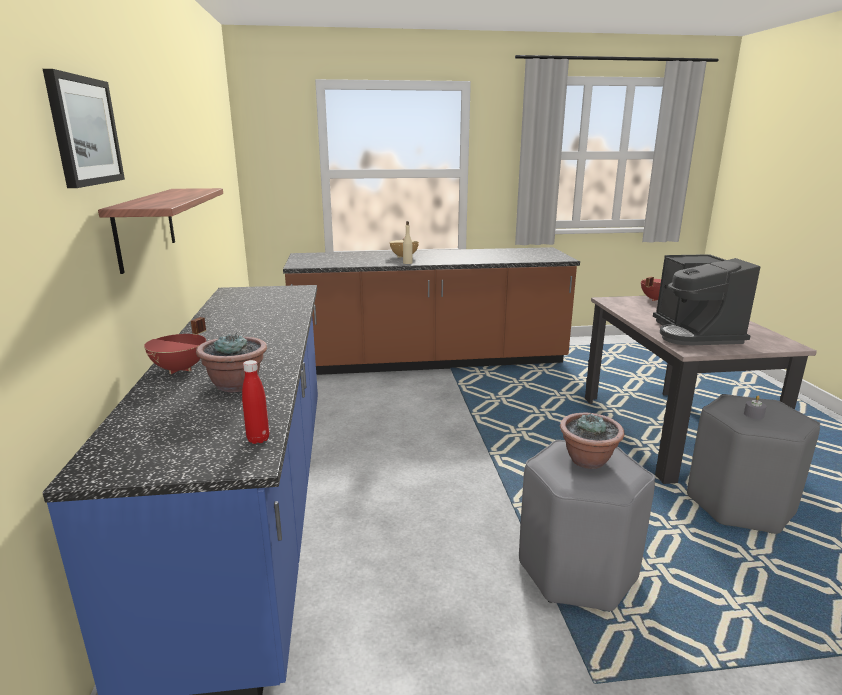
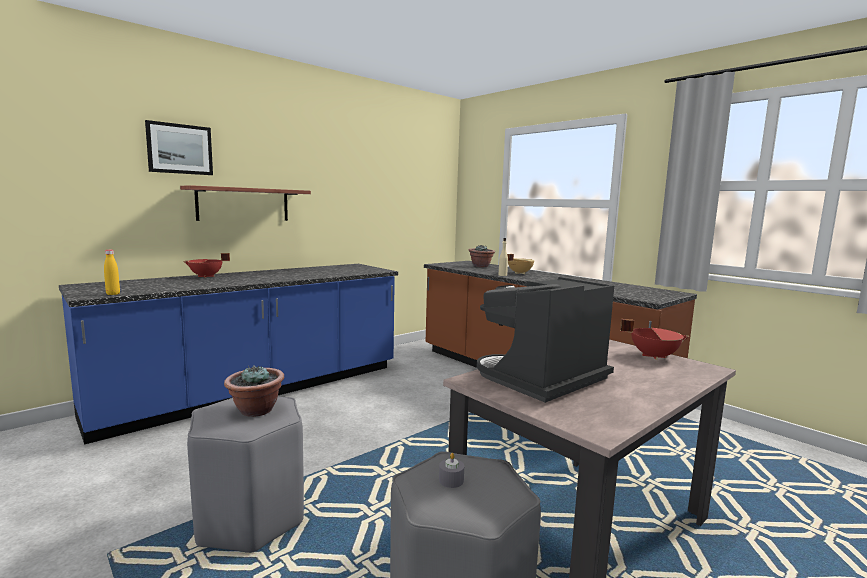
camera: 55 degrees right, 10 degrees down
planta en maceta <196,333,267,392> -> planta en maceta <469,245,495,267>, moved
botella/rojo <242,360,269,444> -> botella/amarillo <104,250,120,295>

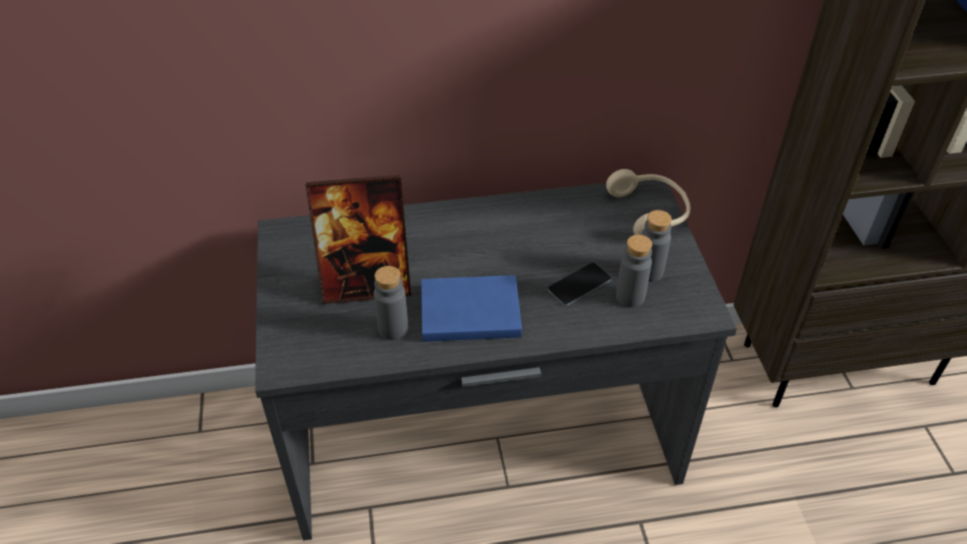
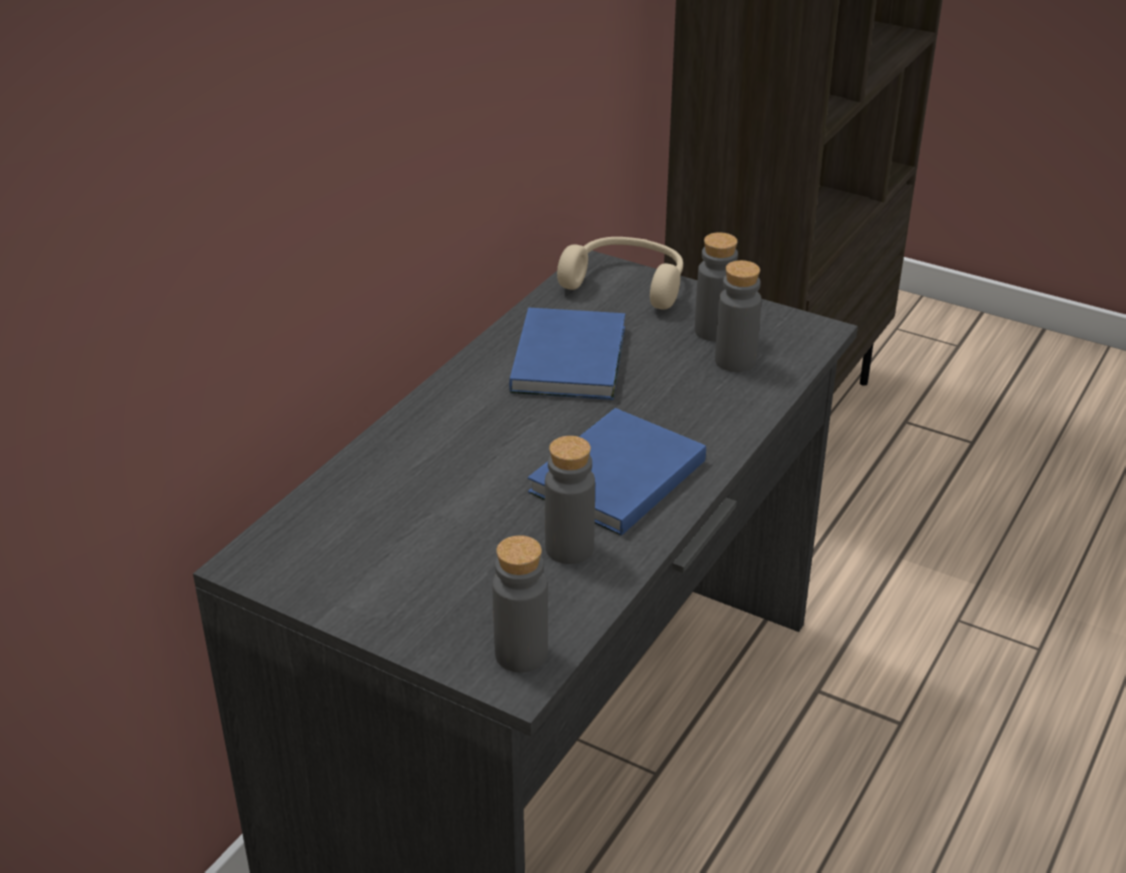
camera: 50 degrees left, 10 degrees down
portarretratos <306,175,411,304> -> none
móvil <548,263,611,306> -> none
none -> botella/gris <492,535,548,673>
none -> libro/azul <509,308,625,400>

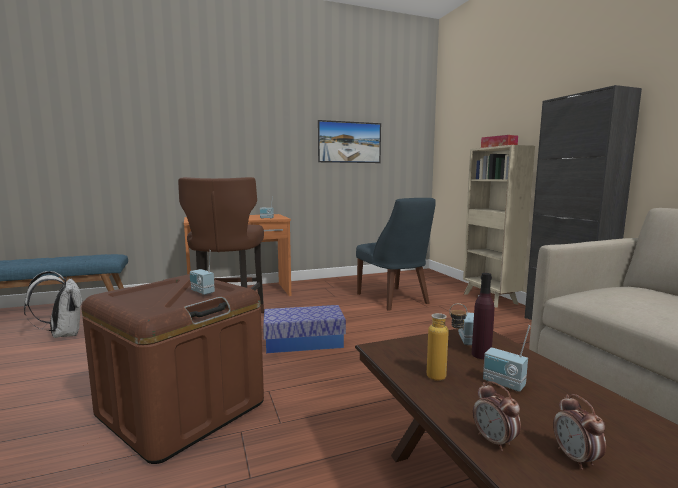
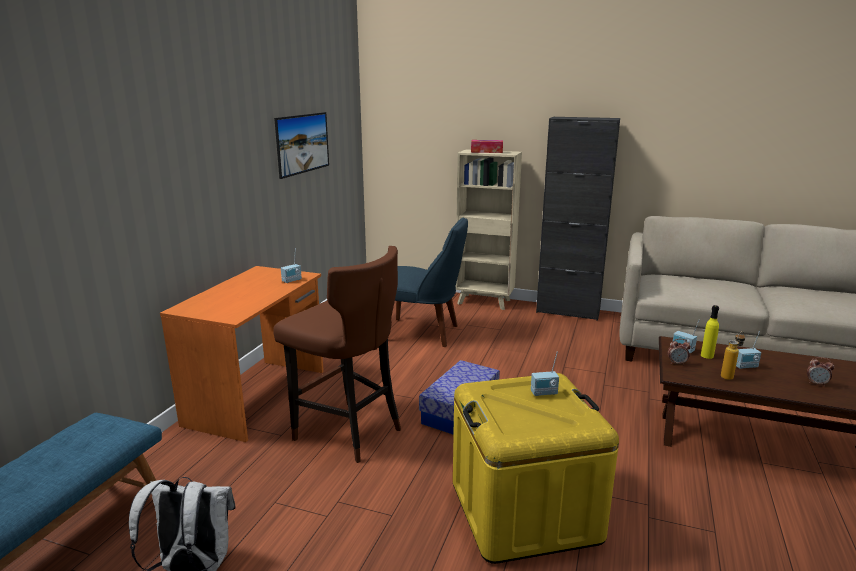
camera: 50 degrees left, 10 degrees up
caja de almacenaje/marrón <82,274,264,464> -> caja de almacenaje/amarillo <453,373,619,564>
botella/morado <471,273,494,359> -> botella/amarillo <701,305,719,359>
despertador <473,381,521,451> -> despertador <668,339,691,365>, moved

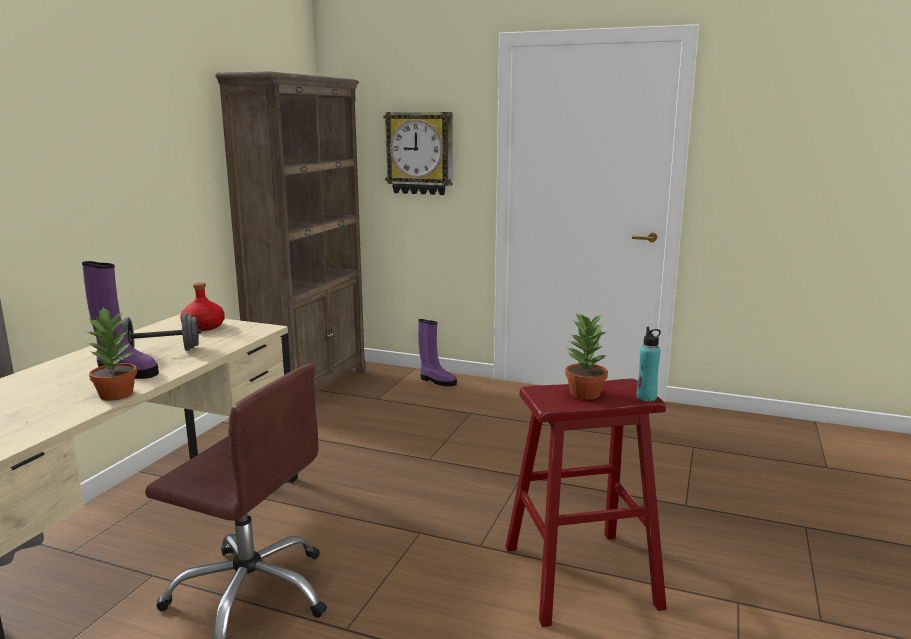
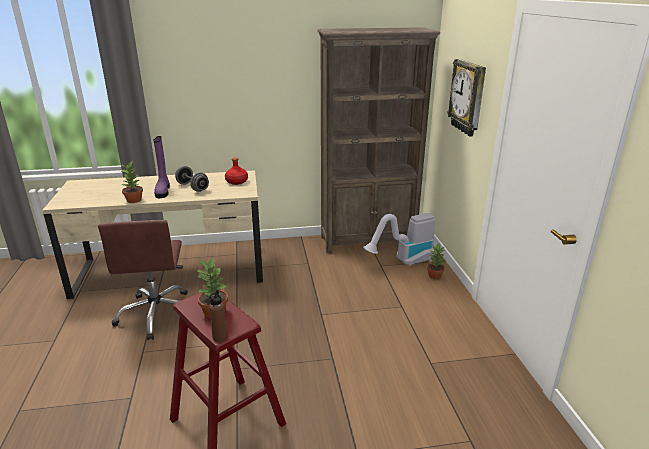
camera: 60 degrees right, 10 degrees up
bota/morado <418,319,457,386> -> planta en maceta <427,243,445,279>
botella/turquesa <637,327,661,401> -> botella/marrón <209,290,227,342>
none -> aspiradora <363,213,435,266>

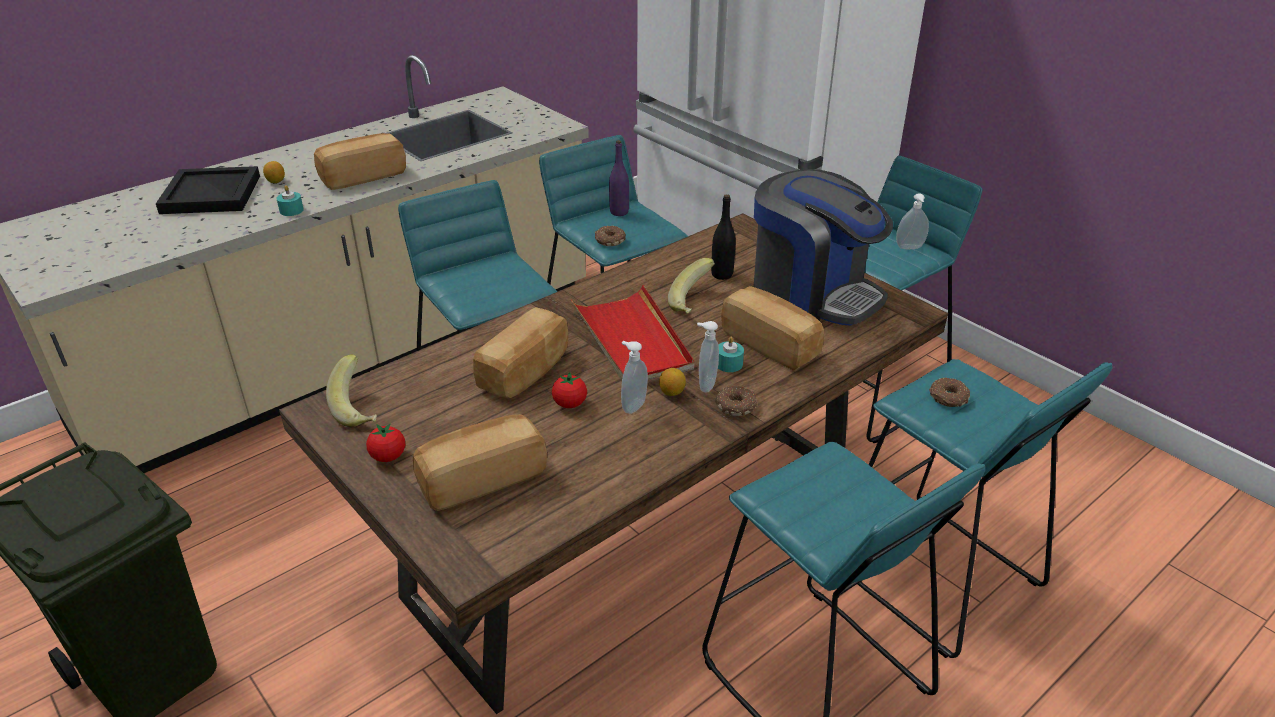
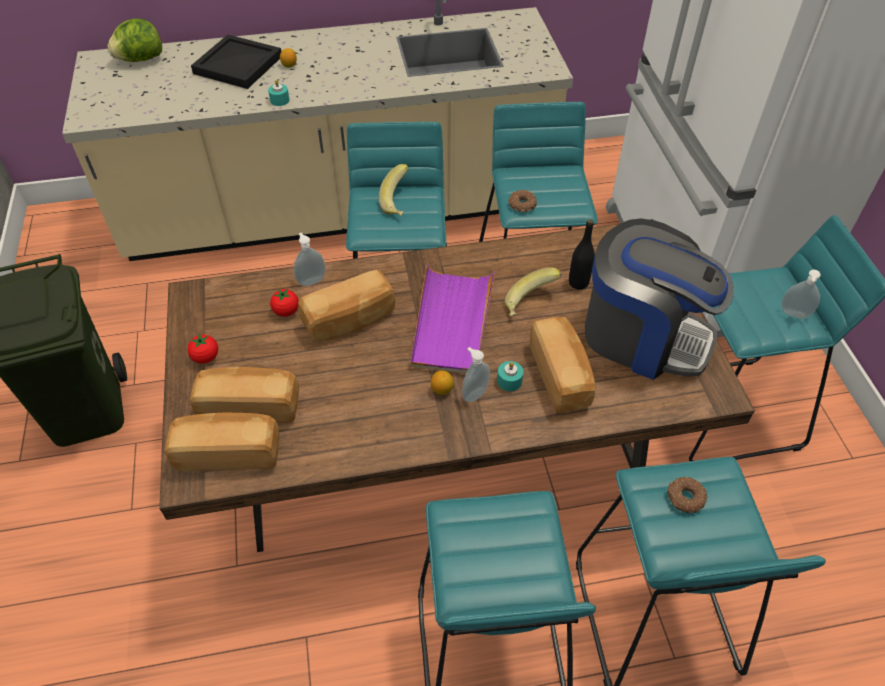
camera: 30 degrees right, 15 degrees up
pan <314,133,406,190> -> pan <165,413,279,471>, moved
plátano <326,354,377,427> -> plátano <379,164,409,216>, moved
tomate <552,372,587,408> -> tomate <270,289,299,317>, moved
bandeja/rojo <571,285,694,381> -> bandeja/morado <411,265,495,373>
botella/morado <609,140,629,216> -> none
dispensador de jabón <621,341,648,414> -> dispensador de jabón <294,233,326,286>, moved
rosquilla <715,386,757,416> -> none
cafetera <754,169,893,326> -> cafetera <585,218,734,380>, 45 degrees counterclockwise
none -> lechuga <107,18,162,62>

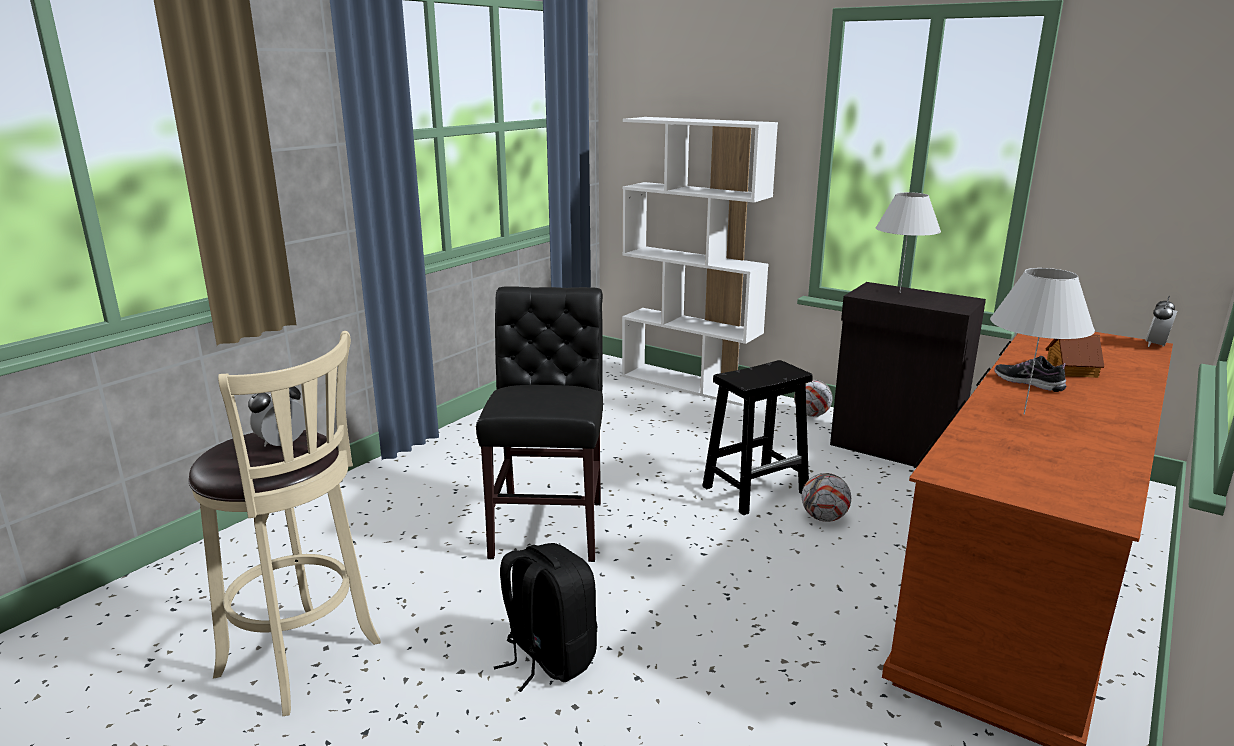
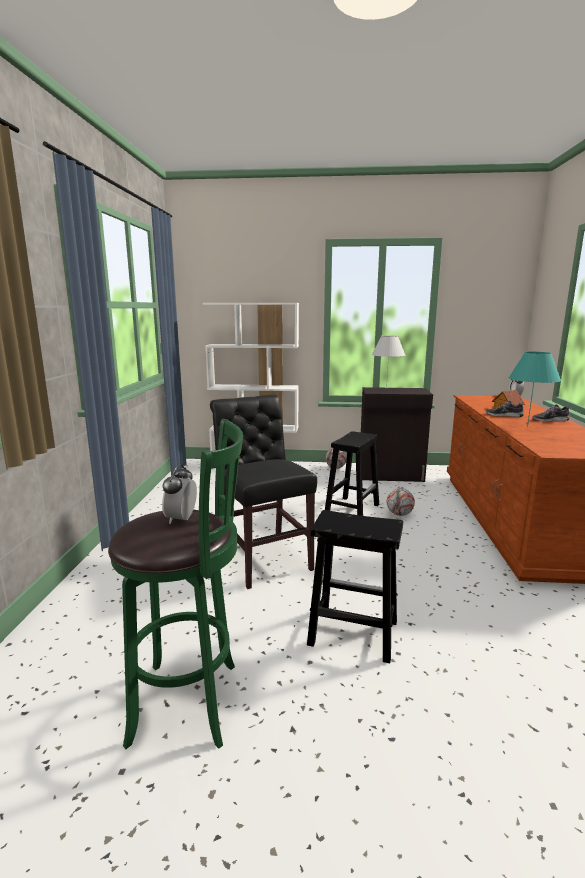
camera: 30 degrees left, 5 degrees down
taburete/beis <189,331,381,716> -> taburete/verde <108,419,243,749>
mochila/negro <493,543,597,692> -> taburete/negro <307,510,403,663>
lámpara de mesa/blanco <990,268,1095,415> -> lámpara de mesa/turquesa <508,352,561,427>
none -> zapato <532,405,569,422>

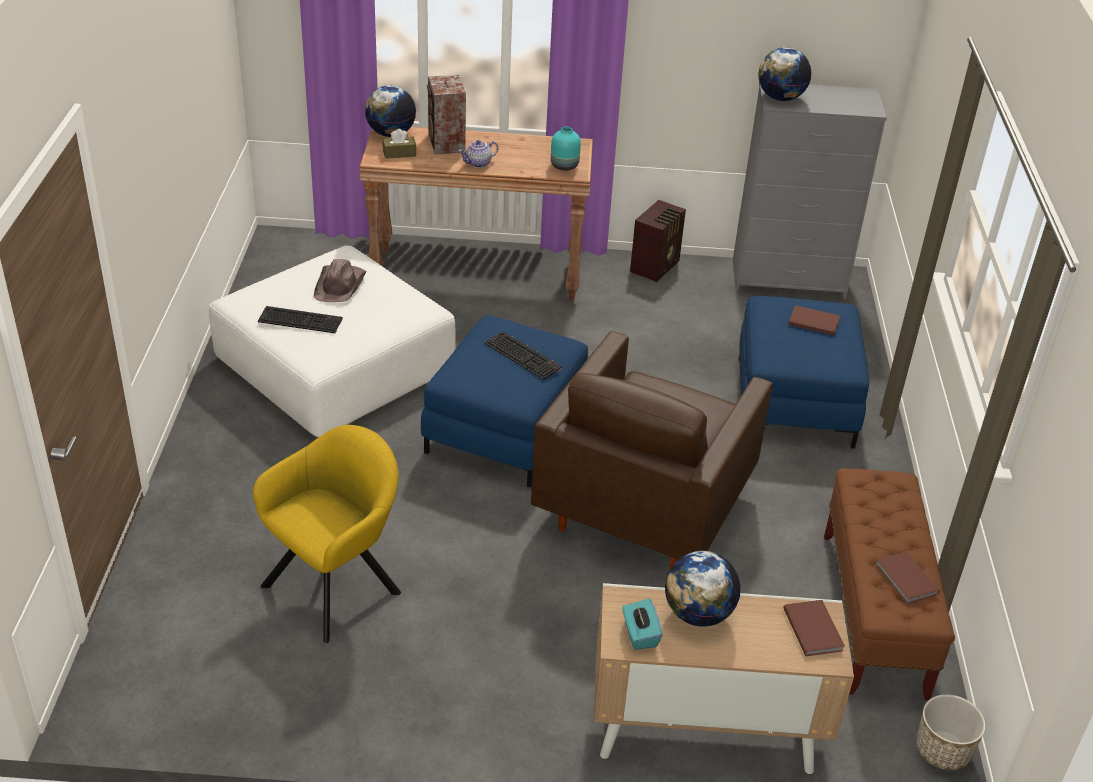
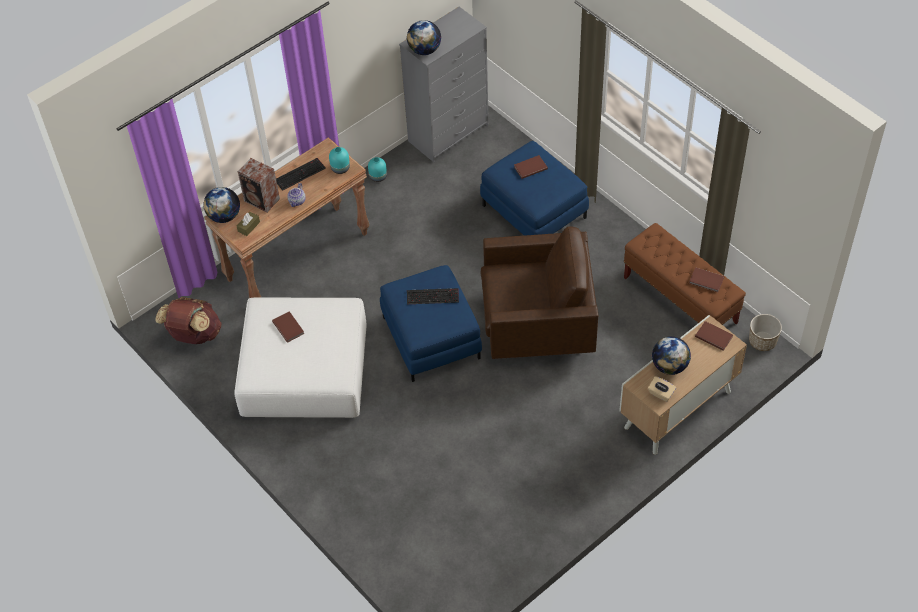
camera: 40 degrees left, 15 degrees up
sillón/amarillo <253,425,401,643> -> none
teclado <258,306,343,333> -> teclado <276,158,326,191>, moved
sombrero/marrón <314,259,367,302> -> libro/marrón <272,311,304,343>
sillón/marrón <531,331,773,570> -> sillón/marrón <481,226,598,359>, 75 degrees counterclockwise
caja de pañuelos/turquesa <622,599,662,650> -> caja de pañuelos/beis <648,376,676,402>
radio <630,200,686,282> -> florero/turquesa <368,157,387,182>
none -> mochila/marrón <155,297,221,344>

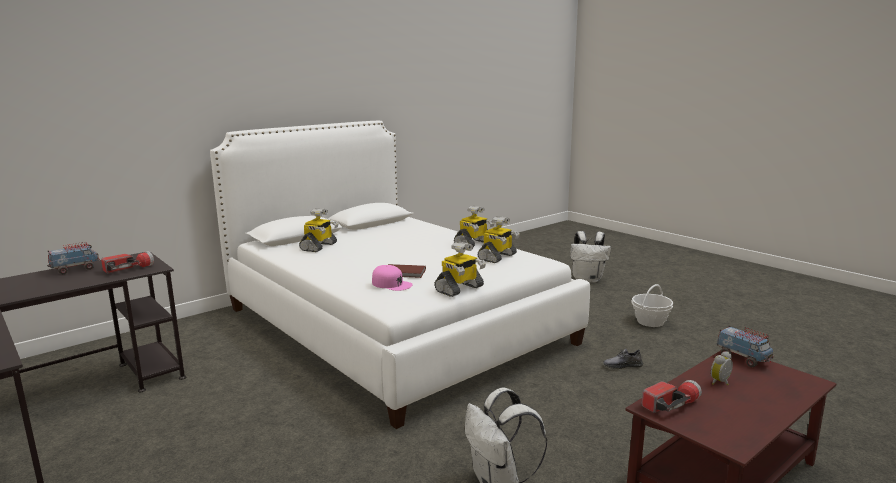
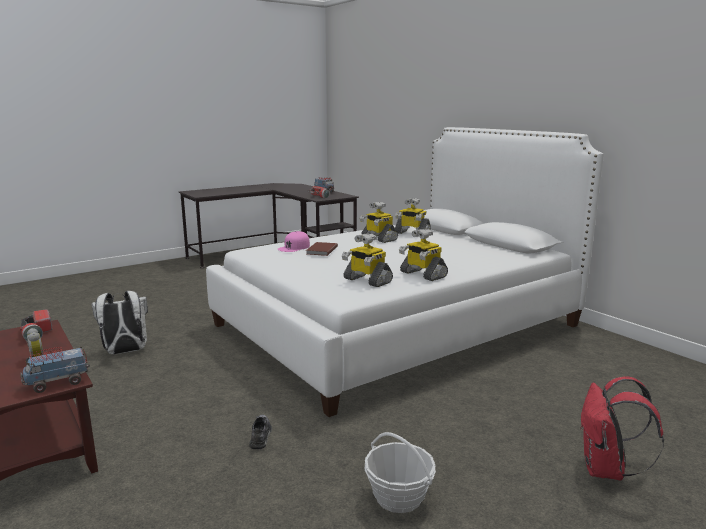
camera: 95 degrees right, 0 degrees up
robot de juguete <434,241,486,297> -> robot de juguete <360,202,398,243>, moved
mochila/blanco <570,231,611,283> -> mochila/rojo <580,376,664,481>

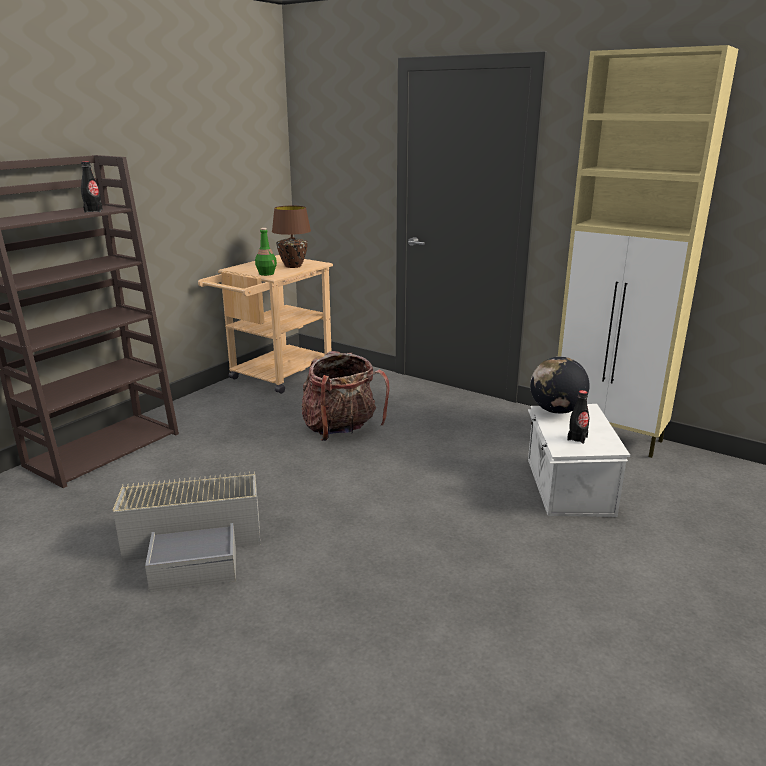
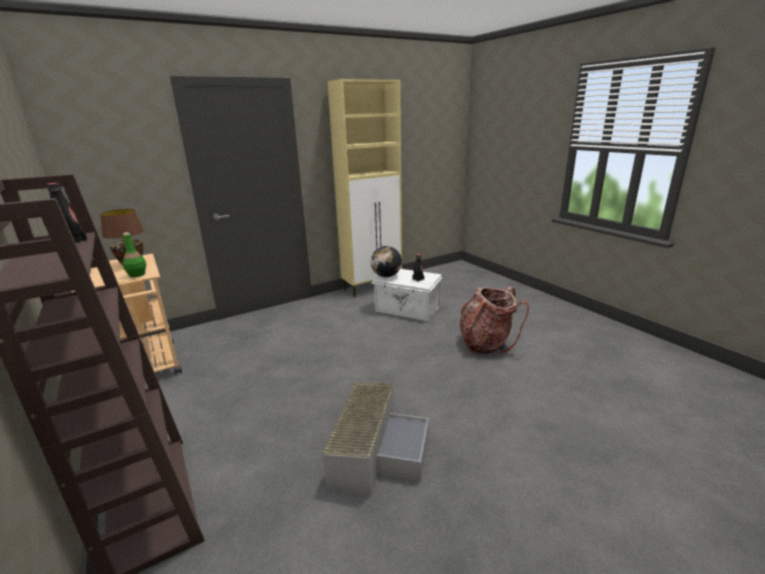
camera: 65 degrees left, 0 degrees up
mochila <302,351,390,441> -> mochila <460,287,529,355>, moved

